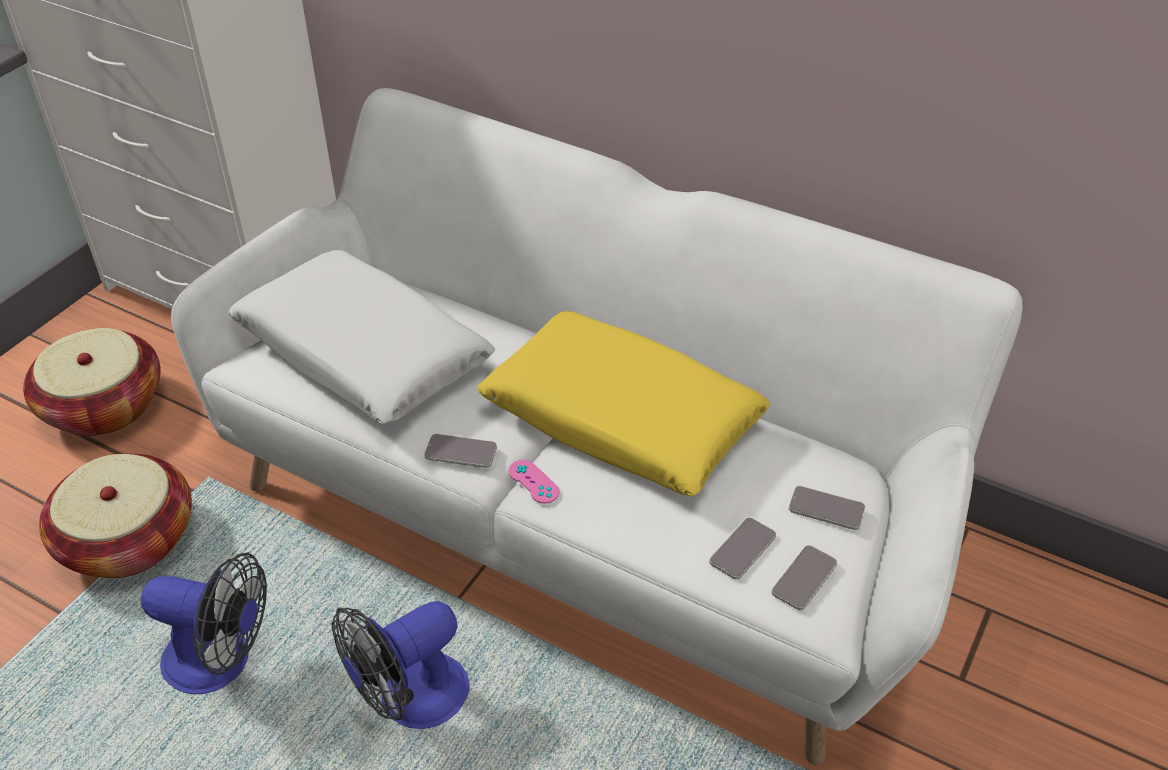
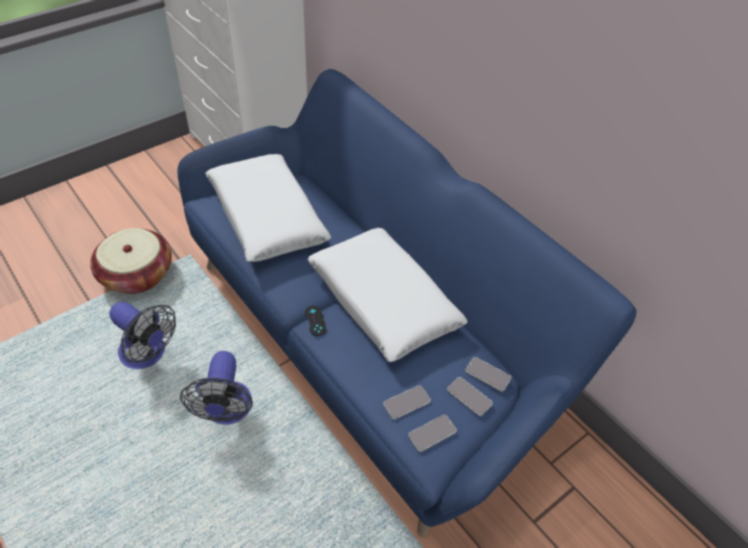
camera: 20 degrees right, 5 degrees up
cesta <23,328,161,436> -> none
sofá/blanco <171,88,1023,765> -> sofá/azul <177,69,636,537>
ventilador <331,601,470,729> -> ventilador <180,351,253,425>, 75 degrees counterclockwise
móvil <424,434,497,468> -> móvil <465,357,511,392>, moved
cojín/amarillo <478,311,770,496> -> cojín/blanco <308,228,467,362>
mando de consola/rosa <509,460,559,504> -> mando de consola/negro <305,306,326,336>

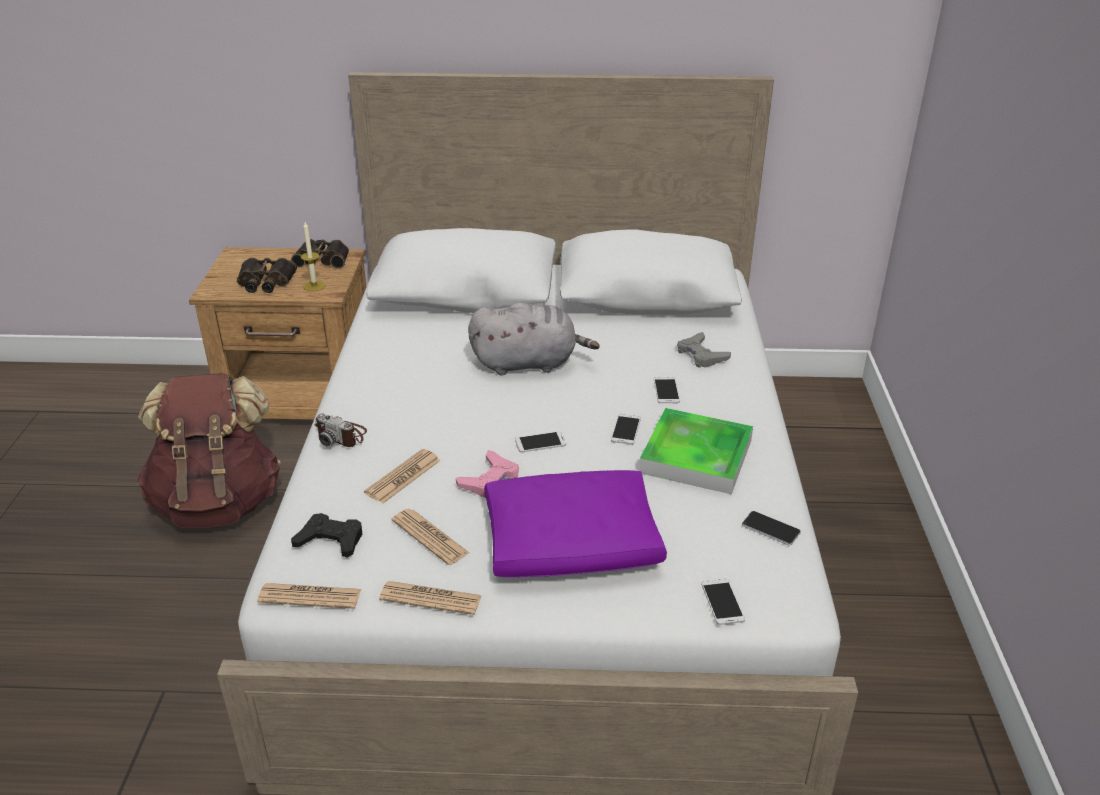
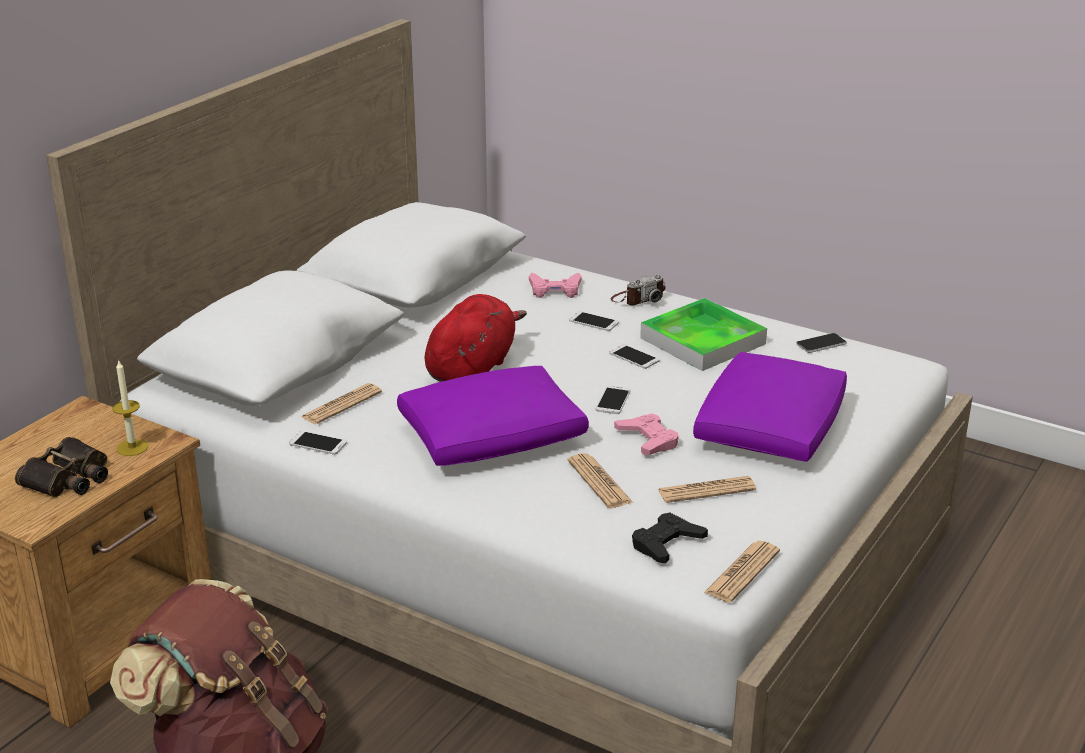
camera: 60 degrees left, 5 degrees down
prismáticos <291,239,349,269> -> none
cámara <315,413,367,447> -> cámara <611,275,666,305>, moved
periódico <379,581,482,615> -> periódico <301,383,382,424>, moved
peluche/gris <468,303,600,375> -> peluche/rojo <425,294,527,382>
mando de consola/gris <677,332,731,368> -> mando de consola/rosa <529,273,582,298>
móvil <701,579,745,625> -> móvil <289,431,347,455>, moved
none -> cojín/morado <397,366,589,466>

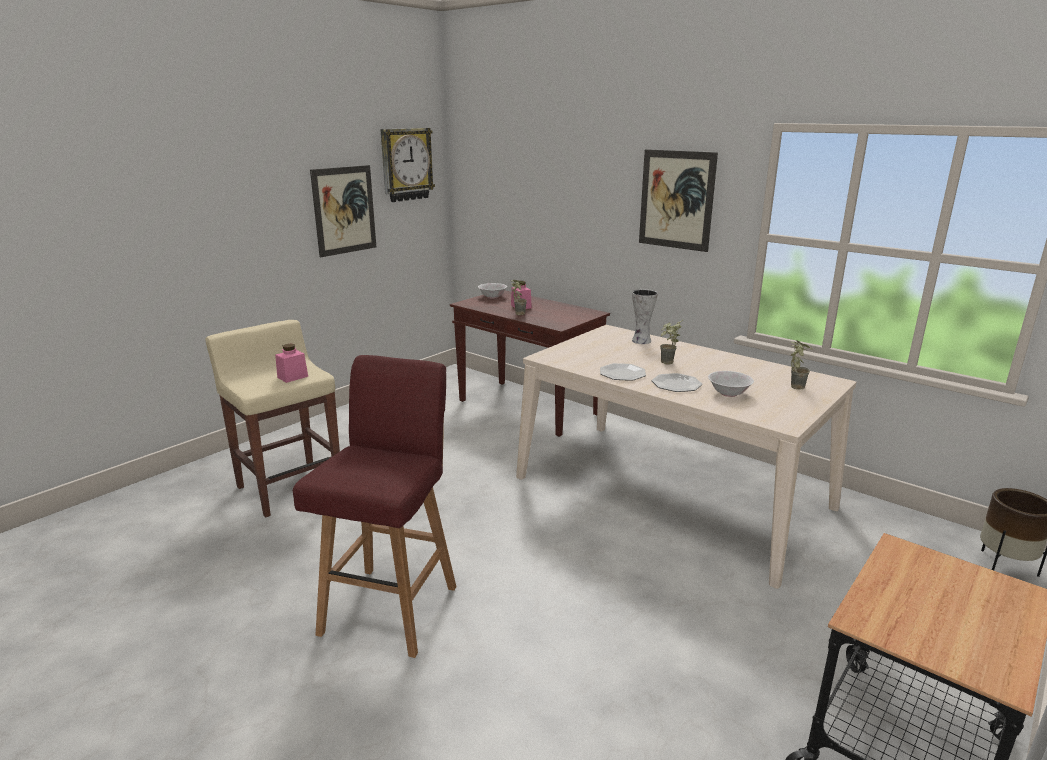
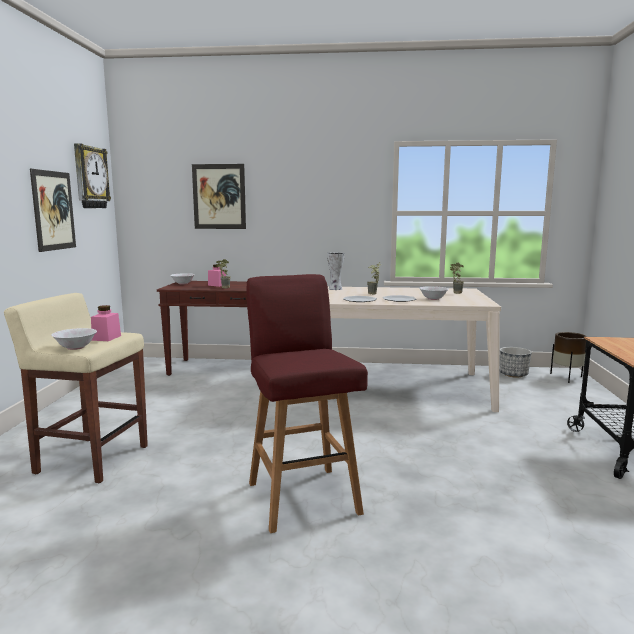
camera: 35 degrees left, 10 degrees down
cuadro <639,149,718,252> -> cuadro <192,164,246,229>, moved
none -> cuenco/blanco <51,328,97,350>
none -> maceta <499,347,532,378>

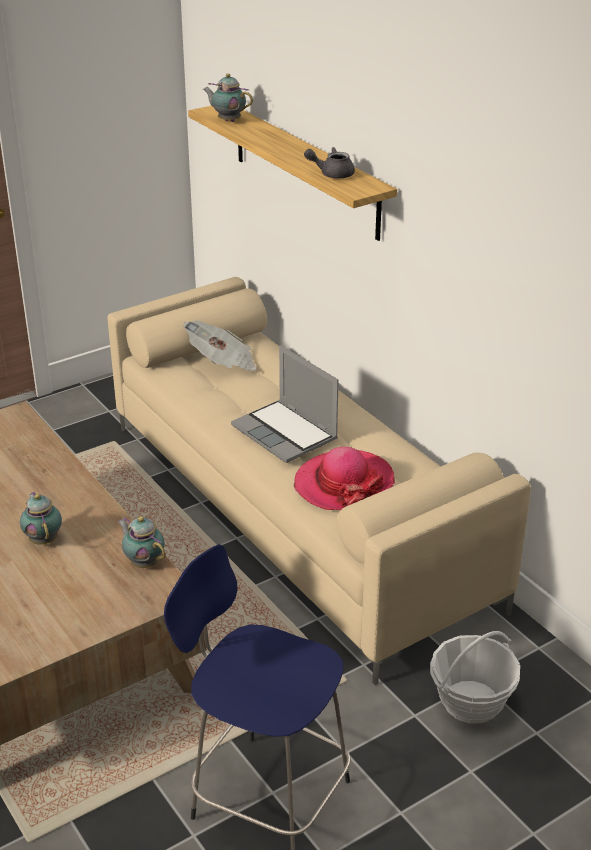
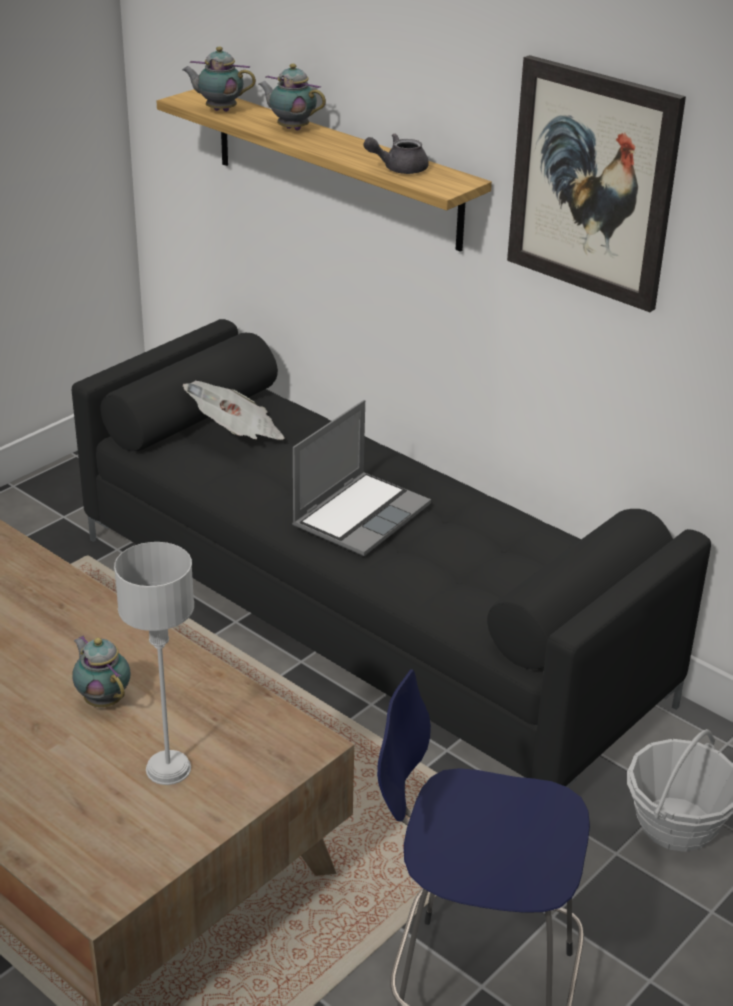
camera: 15 degrees left, 0 degrees up
sofá/beis <107,277,531,685> -> sofá/negro <72,319,711,787>
tetera <118,516,166,568> -> tetera <259,64,326,131>, moved
portátil <231,345,339,463> -> portátil <292,400,431,556>, 90 degrees counterclockwise
sombrero <294,447,395,510> -> none
none -> lámpara de mesa/gris <114,542,194,785>
none -> cuadro <507,55,686,312>

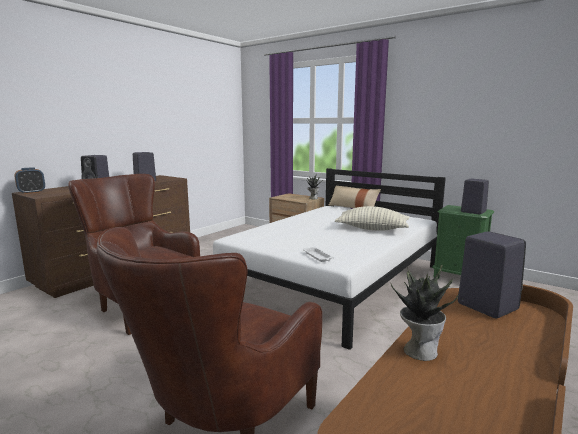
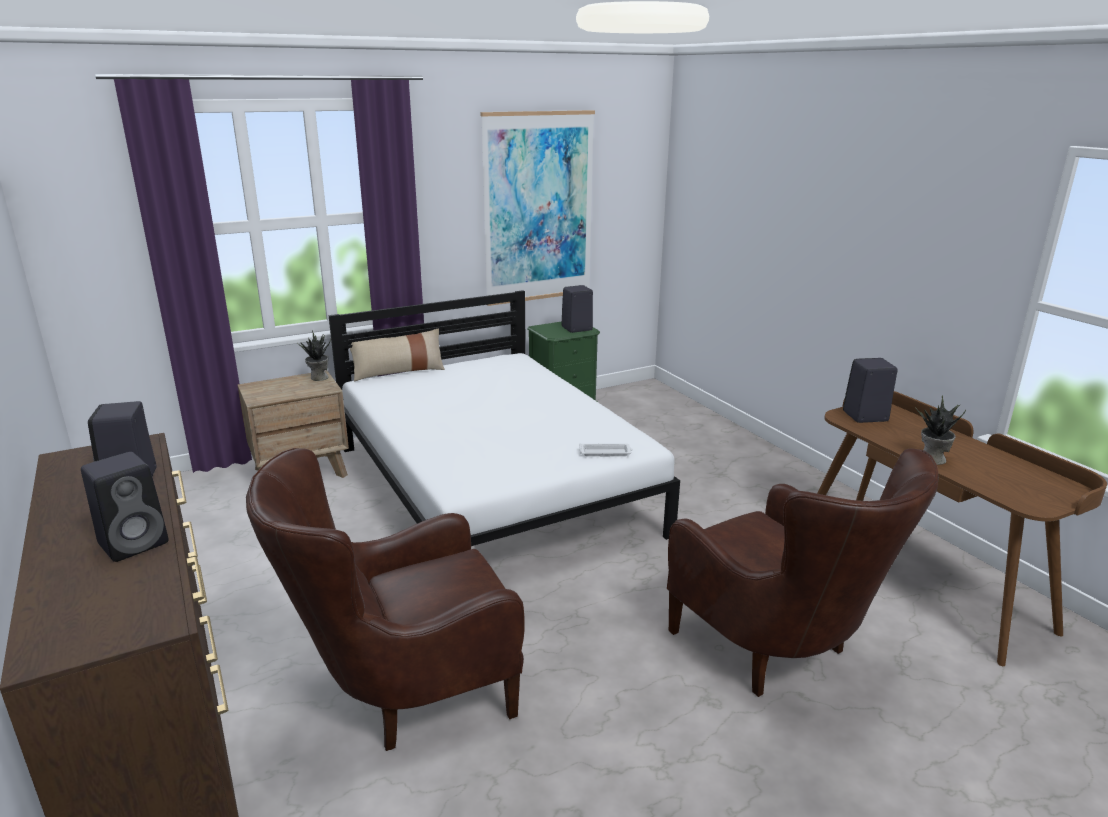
camera: 65 degrees left, 10 degrees up
despertador <15,167,45,194> -> none
cojín <335,206,409,231> -> none
none -> cuadro <480,110,595,306>

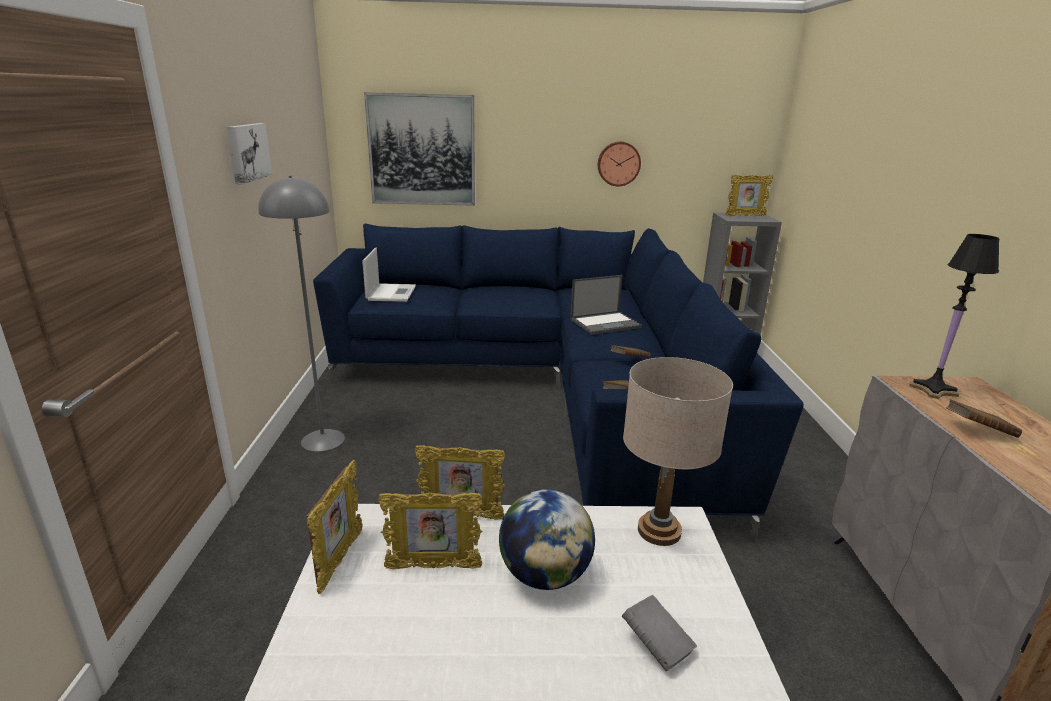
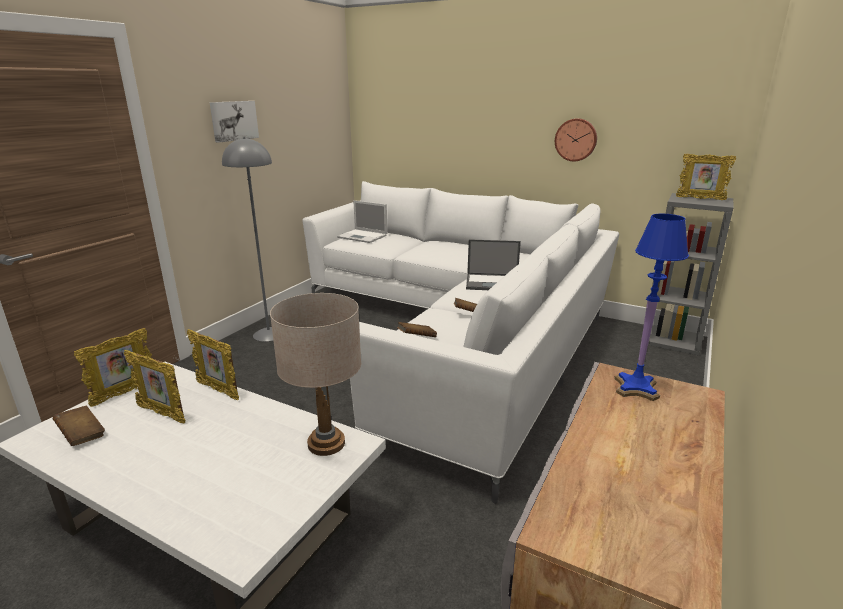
camera: 30 degrees right, 0 degrees up
sofá/azul <313,224,804,542> -> sofá/blanco <302,181,619,504>
portátil <362,248,416,302> -> portátil <337,200,388,243>, 90 degrees clockwise
cuadro <364,92,475,206> -> none
globo terráqueo <499,489,595,590> -> none
libro/gris <622,595,697,671> -> none
lámpara de mesa/negro <909,234,1000,399> -> lámpara de mesa/azul <614,214,689,401>
libro/marrón <946,399,1022,438> -> libro/marrón <53,406,105,446>, moved

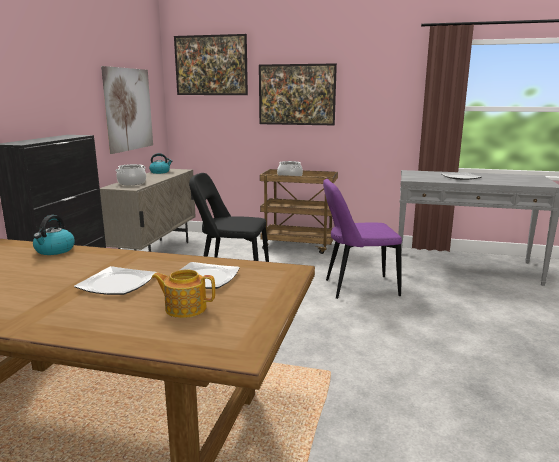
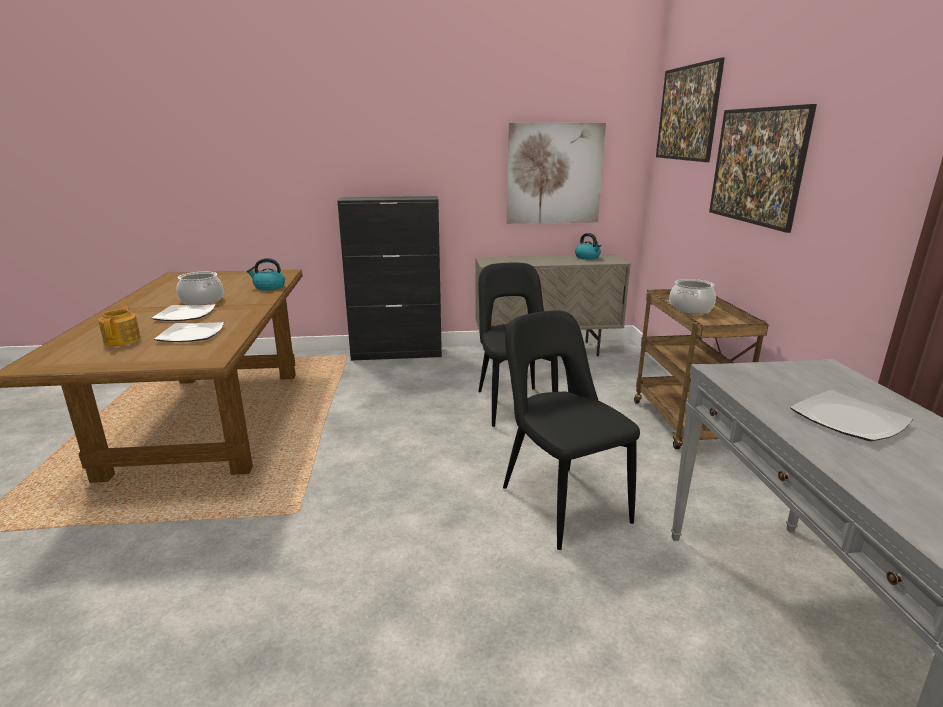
camera: 70 degrees right, 5 degrees up
olla <116,164,146,185> -> olla <176,272,223,305>, moved
silla/morado <323,179,402,299> -> silla/negro <503,311,640,550>

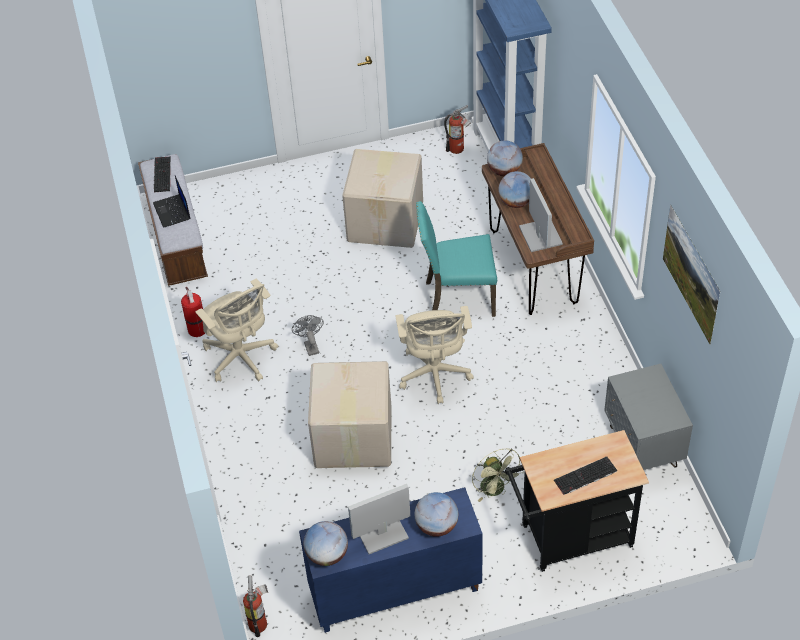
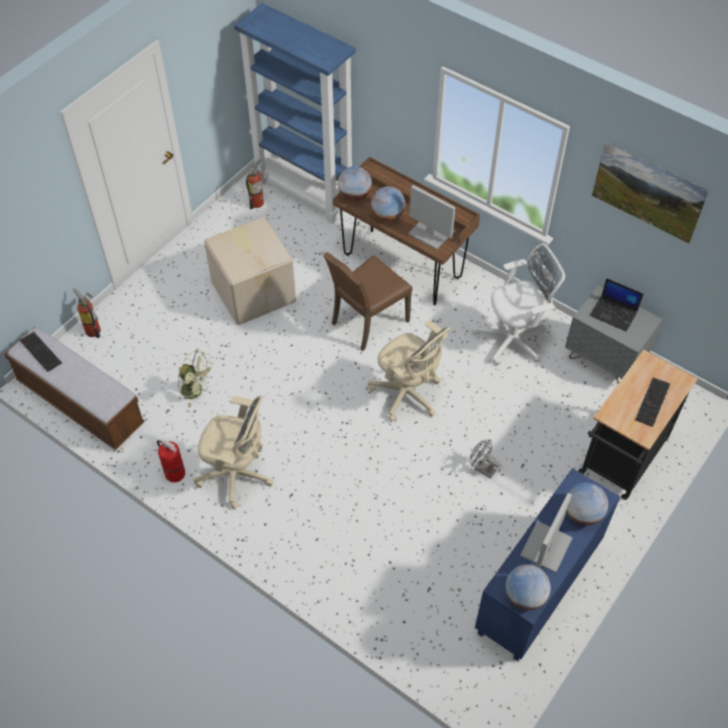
camera: 40 degrees left, 5 degrees up
portátil <153,175,191,228> -> portátil <590,278,643,331>, moved
extintor <243,575,268,637> -> extintor <73,288,101,338>, moved
ventilador/gris <292,315,324,356> -> ventilador/gris <470,439,500,478>, moved
caja de cartón <308,361,392,468> -> none
silla/turquesa <416,201,497,317> -> silla/marrón <323,252,412,351>
ventilador/verde <472,448,524,502> -> ventilador/verde <178,350,214,407>, moved
none -> silla de oficina/blanco <471,243,565,365>

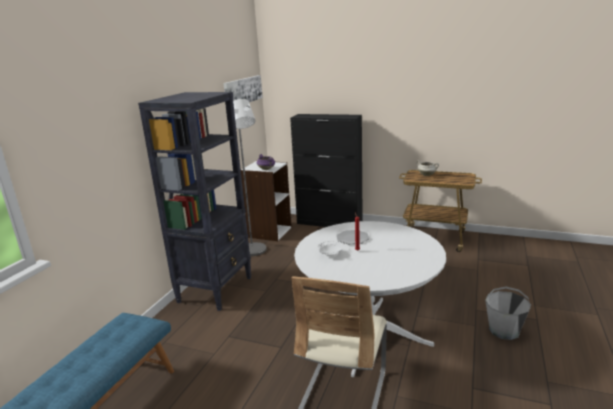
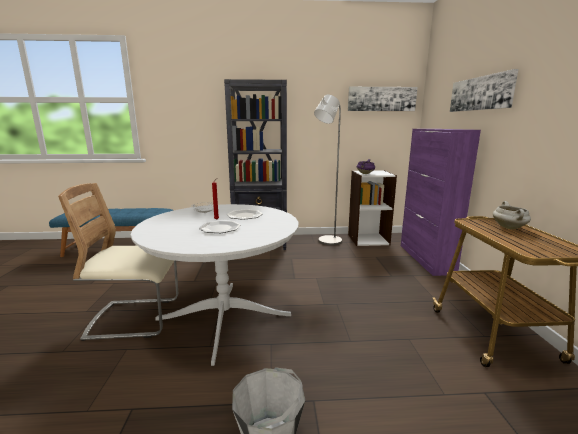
camera: 65 degrees right, 5 degrees down
armario/negro <290,114,363,227> -> armario/morado <401,129,481,276>
none -> plato <199,221,240,233>
none -> cuadro <450,69,519,112>

